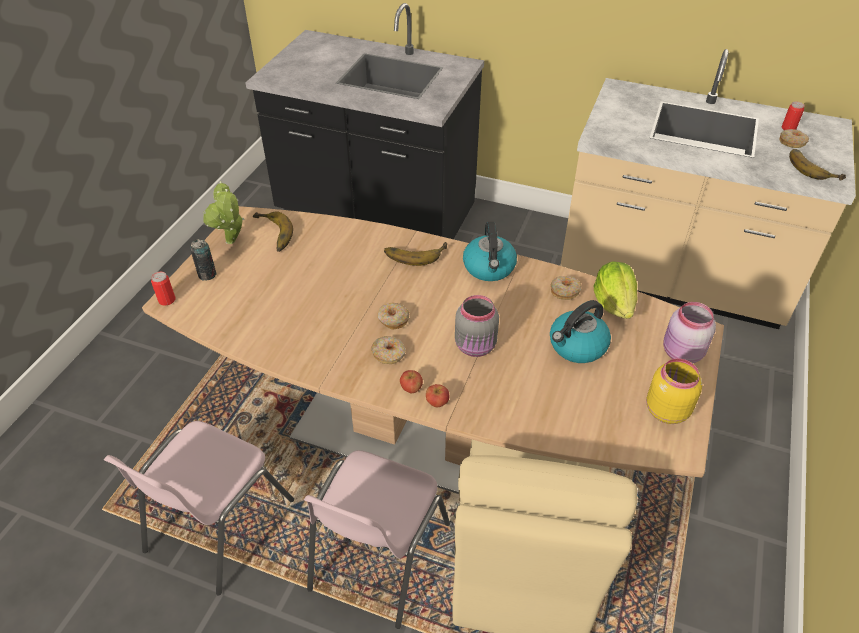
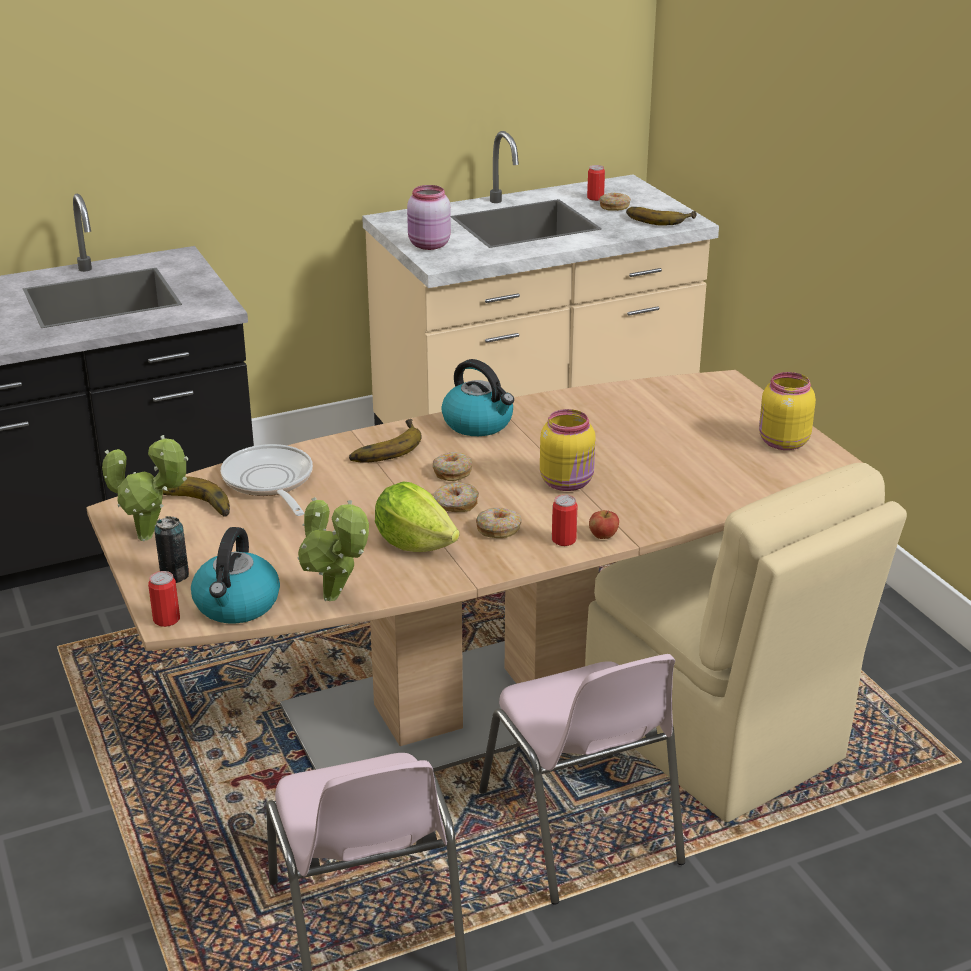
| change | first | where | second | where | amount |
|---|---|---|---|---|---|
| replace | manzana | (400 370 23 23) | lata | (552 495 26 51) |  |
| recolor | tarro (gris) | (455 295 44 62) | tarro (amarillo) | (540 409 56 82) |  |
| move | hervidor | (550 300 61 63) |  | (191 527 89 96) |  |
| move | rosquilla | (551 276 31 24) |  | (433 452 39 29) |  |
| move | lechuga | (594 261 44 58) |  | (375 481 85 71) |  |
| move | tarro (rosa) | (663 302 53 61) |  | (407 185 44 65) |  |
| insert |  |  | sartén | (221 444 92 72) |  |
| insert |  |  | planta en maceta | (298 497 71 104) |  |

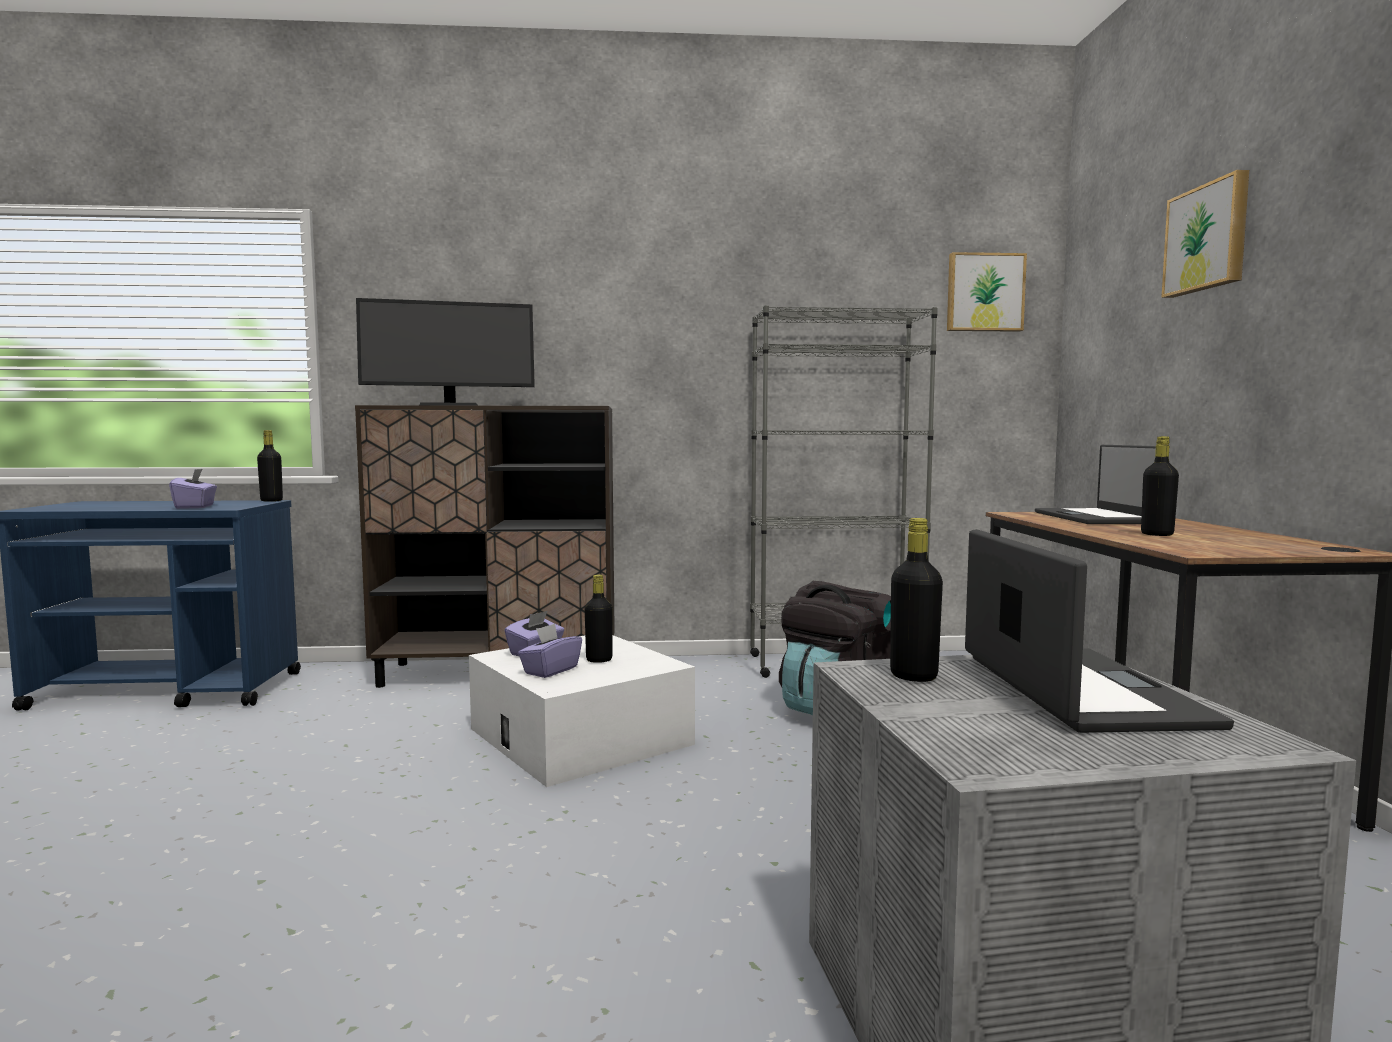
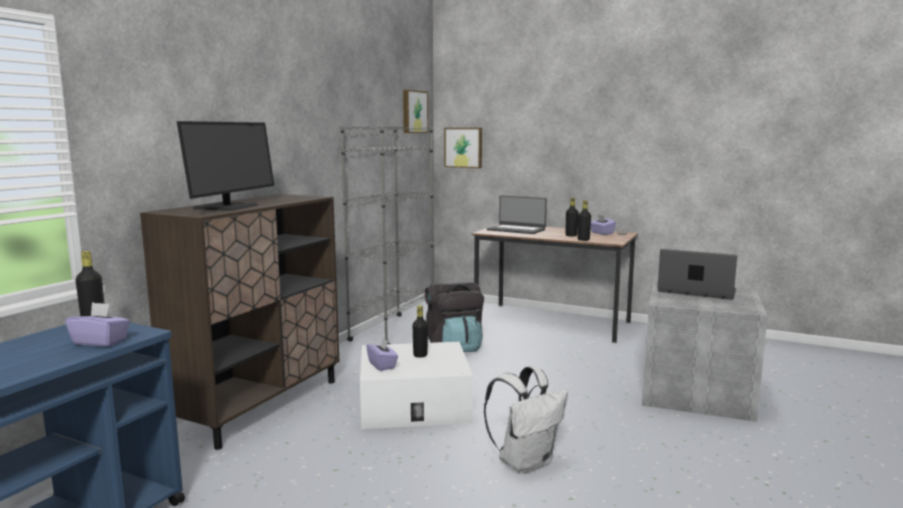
| change | first | where | second | where | amount |
|---|---|---|---|---|---|
| move | caja de pañuelos (morado) | (518 623 64 55) |  | (591 215 25 20) |  |
| move | botella (negro) | (890 518 53 164) |  | (578 200 13 41) |  |
| move | cuadro | (1161 170 88 128) |  | (444 128 38 40) |  |
| insert |  |  | mochila (blanco) | (484 366 84 108) |  |

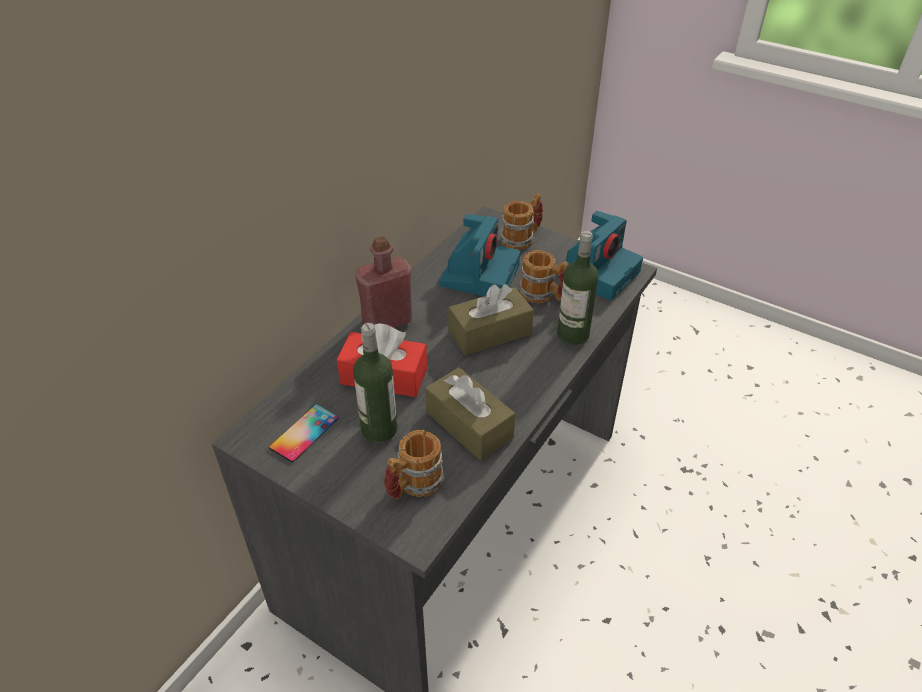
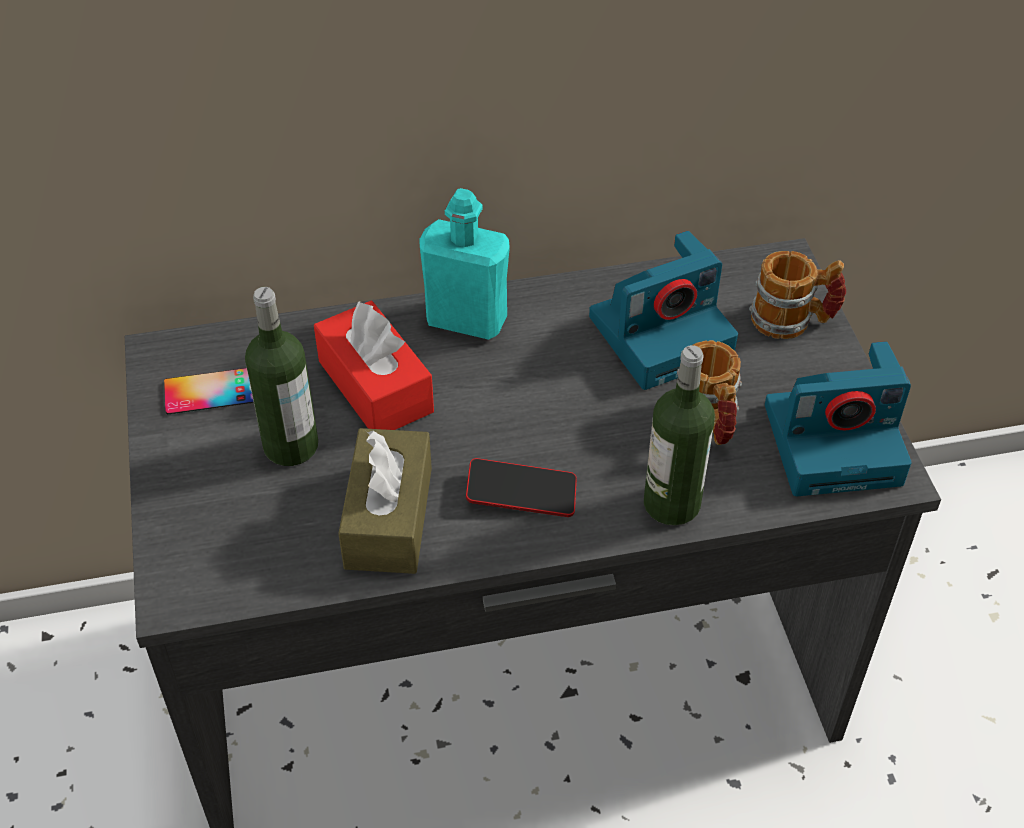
| change | first | where | second | where | amount |
|---|---|---|---|---|---|
| recolor | botella (rojo) | (355 236 57 92) | botella (turquesa) | (419 188 91 152) |  |
| delete | taza grande | (384 430 60 69) |  |  |  |
| delete | caja de pañuelos (marrón) | (448 284 86 71) |  |  |  |
| insert |  |  | móvil | (466 458 111 59) |  |

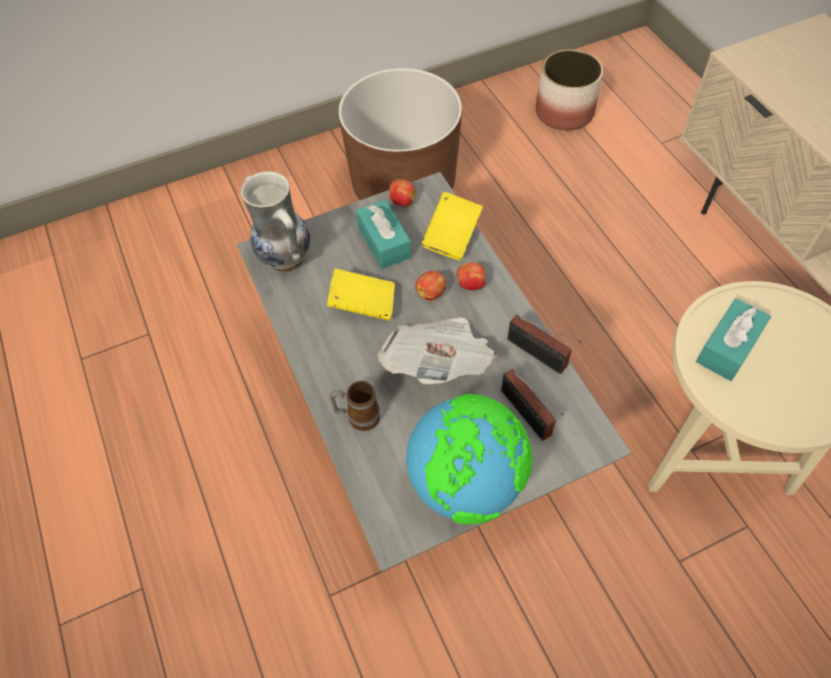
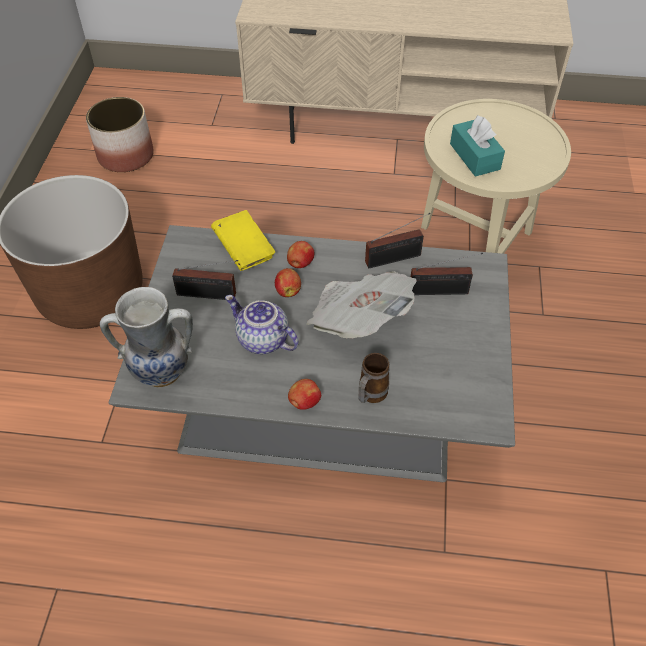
| change | first | where | second | where | amount |
|---|---|---|---|---|---|
| replace | libro (amarillo) | (327 268 68 53) | tetera | (225 295 74 59) |  |
| replace | caja de pañuelos (turquesa) | (356 200 55 69) | radio | (172 260 66 40) |  |
| move | manzana | (389 179 27 27) |  | (288 379 33 31) |  |
| delete | globo terráqueo | (406 394 127 131) |  |  |  |

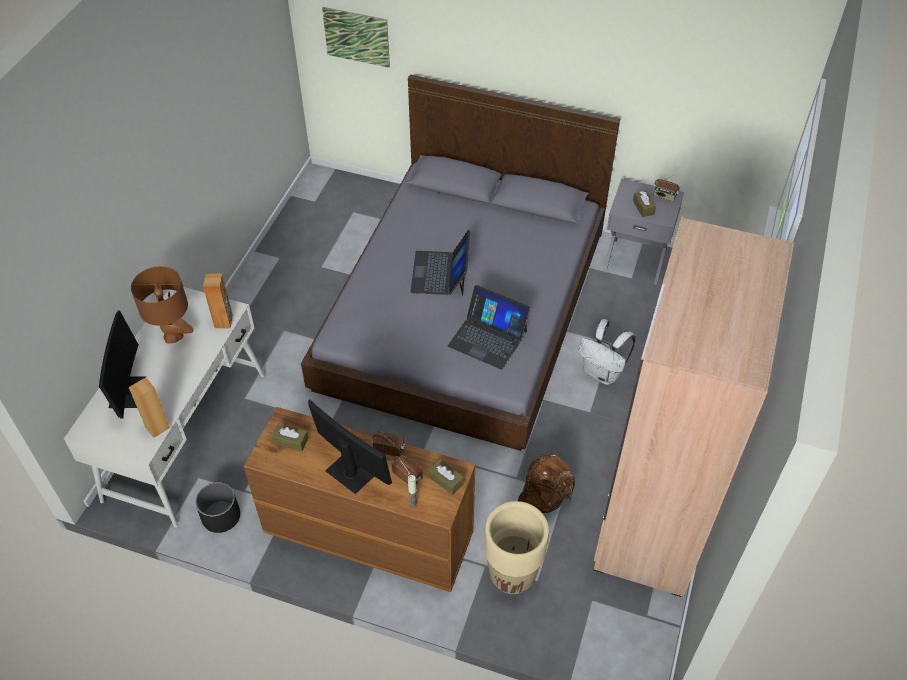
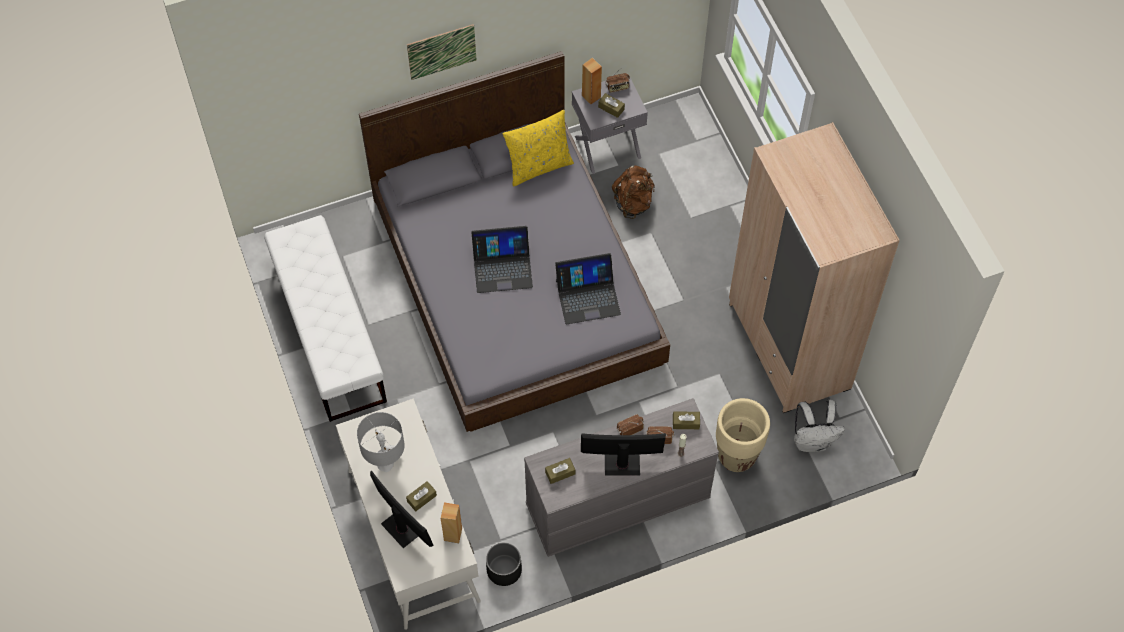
| change | first | where | second | where | amount |
|---|---|---|---|---|---|
| recolor | lámpara de mesa (marrón) | (131 266 63 78) | lámpara de mesa (gris) | (357 412 48 60) |  |
| move | altavoz (marrón) | (203 273 30 55) |  | (582 58 20 46) |  |
| recolor | cómoda (marrón) | (244 407 231 185) | cómoda (gris) | (524 398 195 159) |  |
| move | cuadro | (322 7 68 61) |  | (407 24 70 56) |  |
| rotate | portátil | (411 230 59 66) |  | (471 226 62 67) | 60 degrees counterclockwise |
| move | mochila (marrón) | (518 454 57 59) |  | (612 166 43 53) |  |
| move | mochila (blanco) | (579 319 57 66) |  | (794 399 51 53) |  |
| insert |  |  | banco (blanco) | (264 215 123 207) |  |
| insert |  |  | caja de pañuelos (marrón) | (406 481 31 30) |  |
| insert |  |  | cojín (amarillo) | (503 110 71 77) |  |

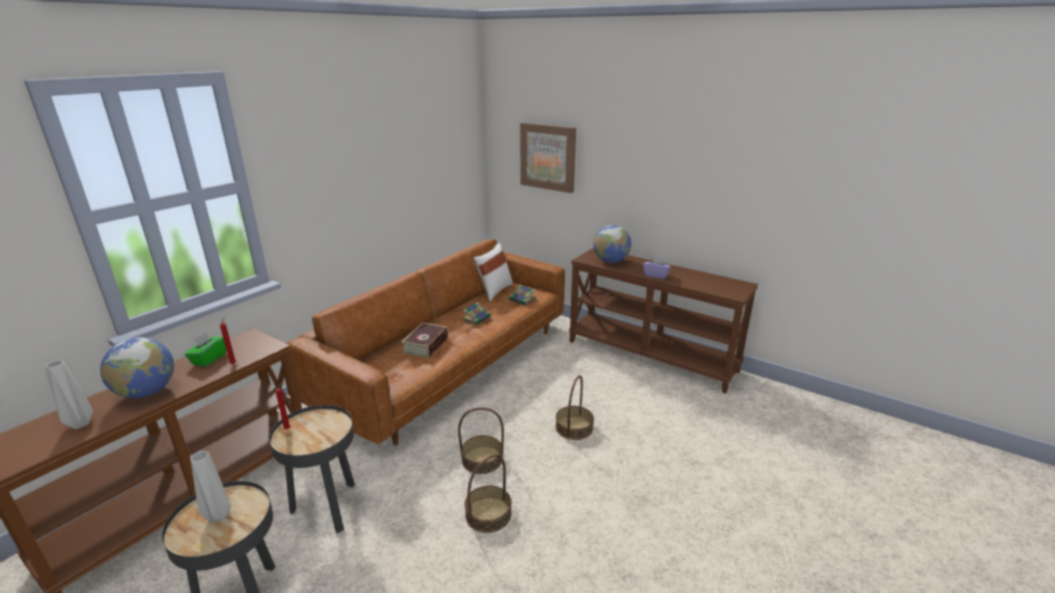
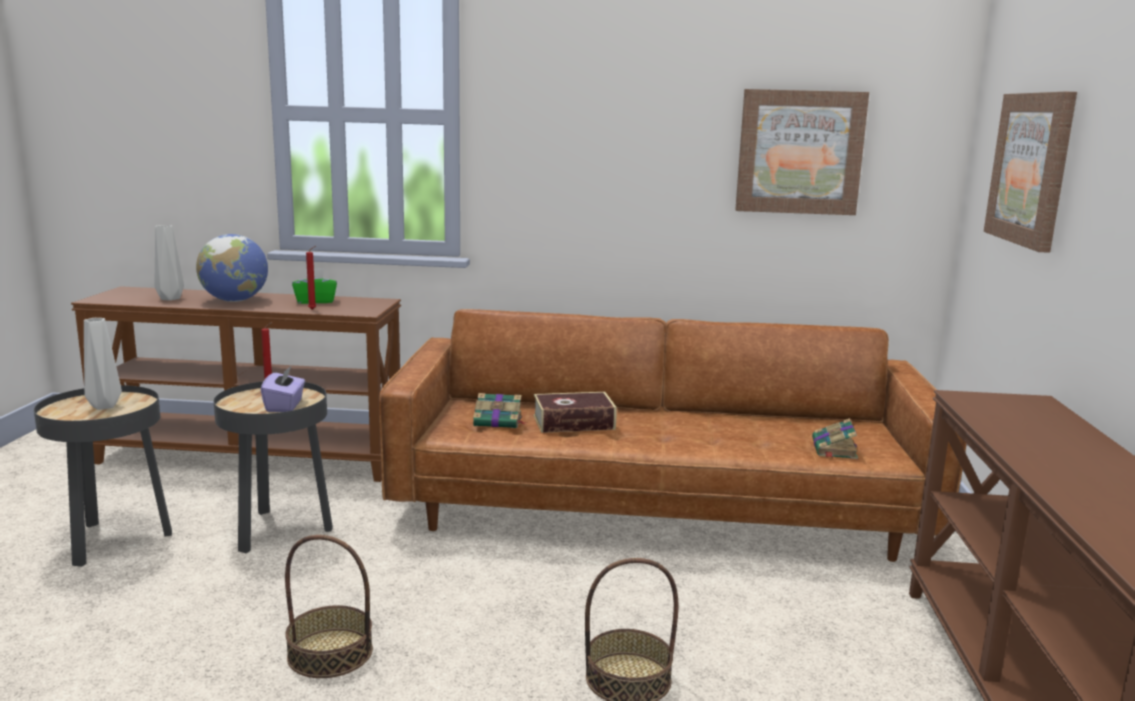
| change | first | where | second | where | amount |
|---|---|---|---|---|---|
| delete | cesta | (458 408 46 66) |  |  |  |
| move | libro | (462 302 29 23) |  | (473 393 54 35) |  |
| delete | cojín (blanco) | (474 243 39 59) |  |  |  |
| delete | globo terráqueo | (593 225 38 38) |  |  |  |
| move | caja de pañuelos (morado) | (643 256 28 23) |  | (261 365 44 47) |  |
| insert |  |  | cuadro | (735 89 134 126) |  |

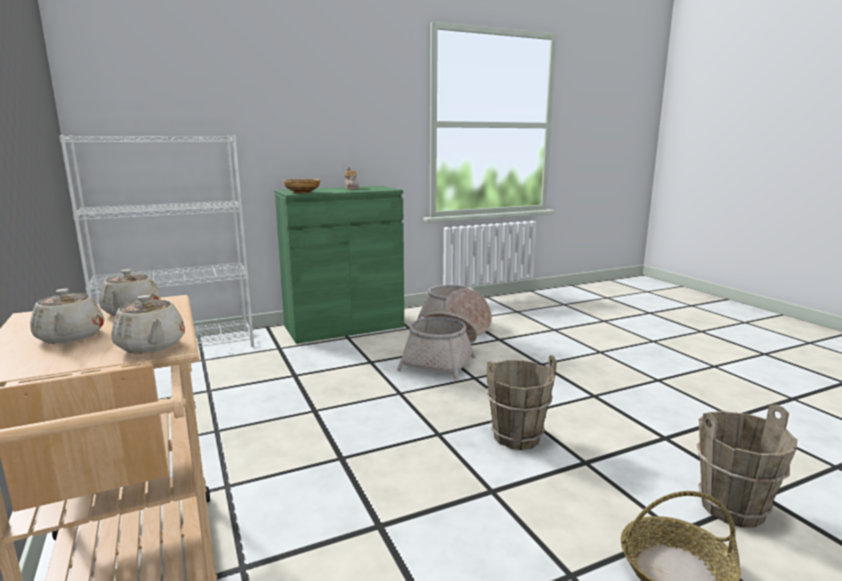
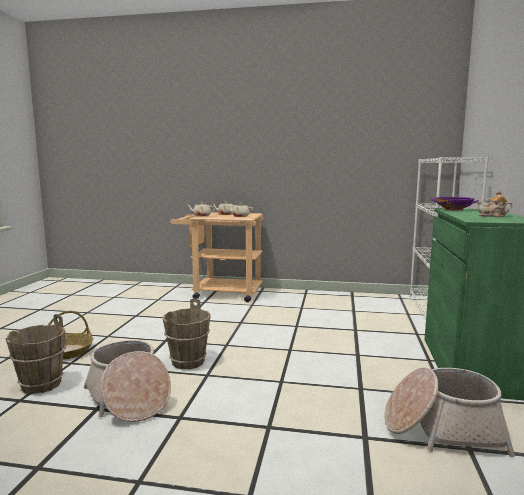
| change | first | where | second | where | amount |
|---|---|---|---|---|---|
| recolor | cuenco (beis) | (283 179 38 14) | cuenco (morado) | (432 197 47 13) |  |
| move | cesta | (397 312 80 68) |  | (84 340 87 82) |  |

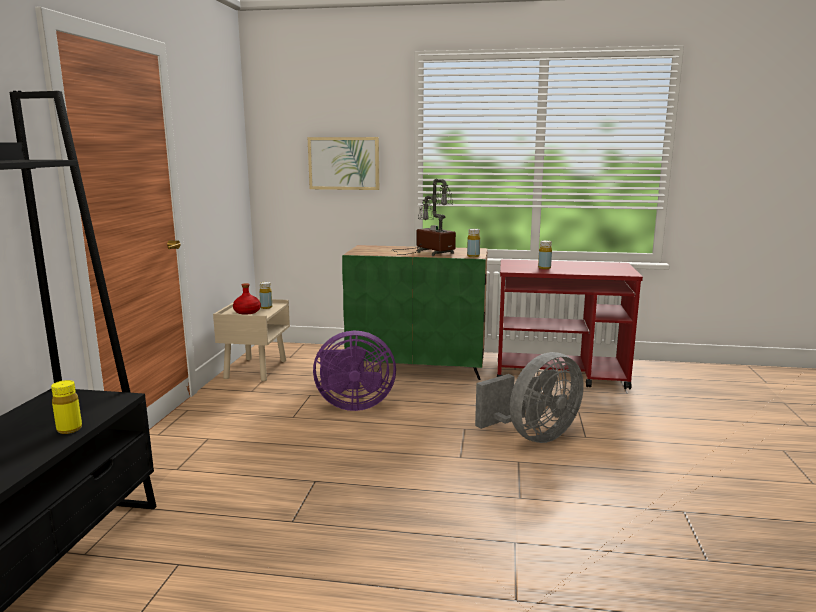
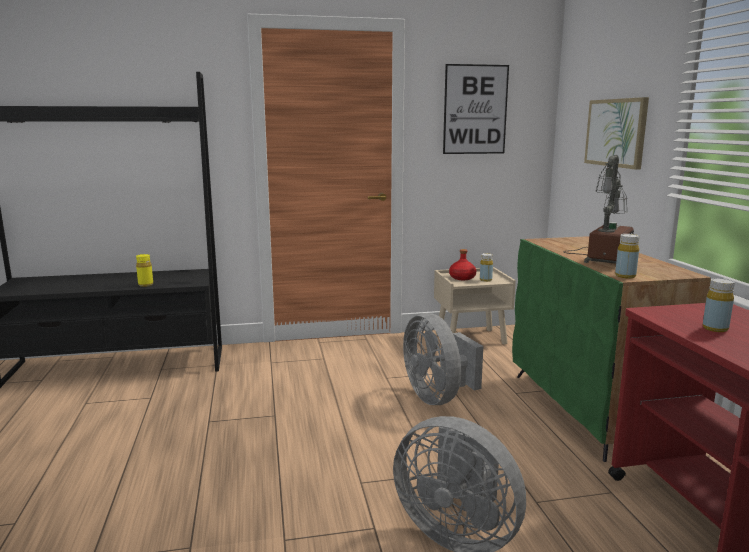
| change | first | where | second | where | amount |
|---|---|---|---|---|---|
| recolor | ventilador (morado) | (313 331 83 80) | ventilador (gris) | (403 313 80 92) |  |
| insert |  |  | cuadro | (443 64 66 90) |  |

